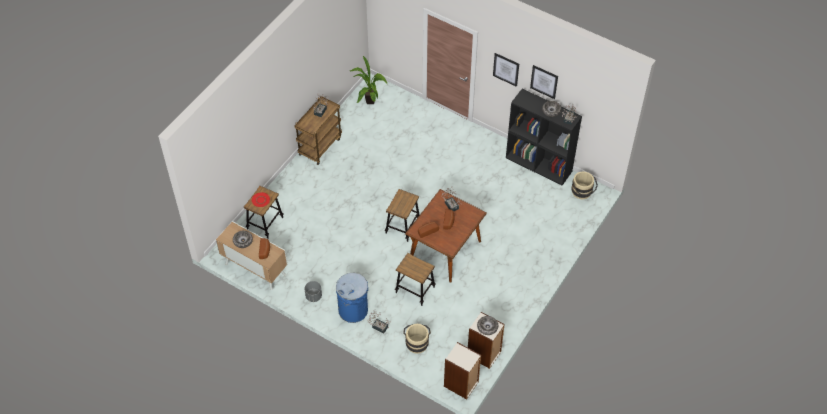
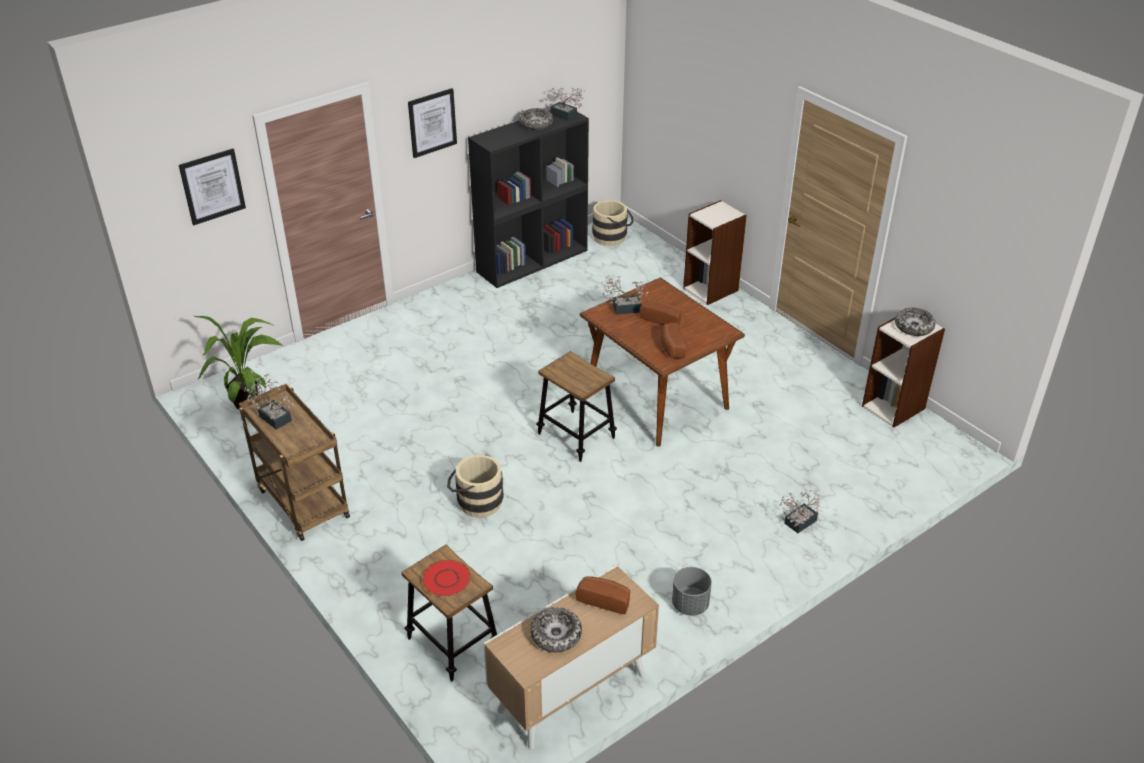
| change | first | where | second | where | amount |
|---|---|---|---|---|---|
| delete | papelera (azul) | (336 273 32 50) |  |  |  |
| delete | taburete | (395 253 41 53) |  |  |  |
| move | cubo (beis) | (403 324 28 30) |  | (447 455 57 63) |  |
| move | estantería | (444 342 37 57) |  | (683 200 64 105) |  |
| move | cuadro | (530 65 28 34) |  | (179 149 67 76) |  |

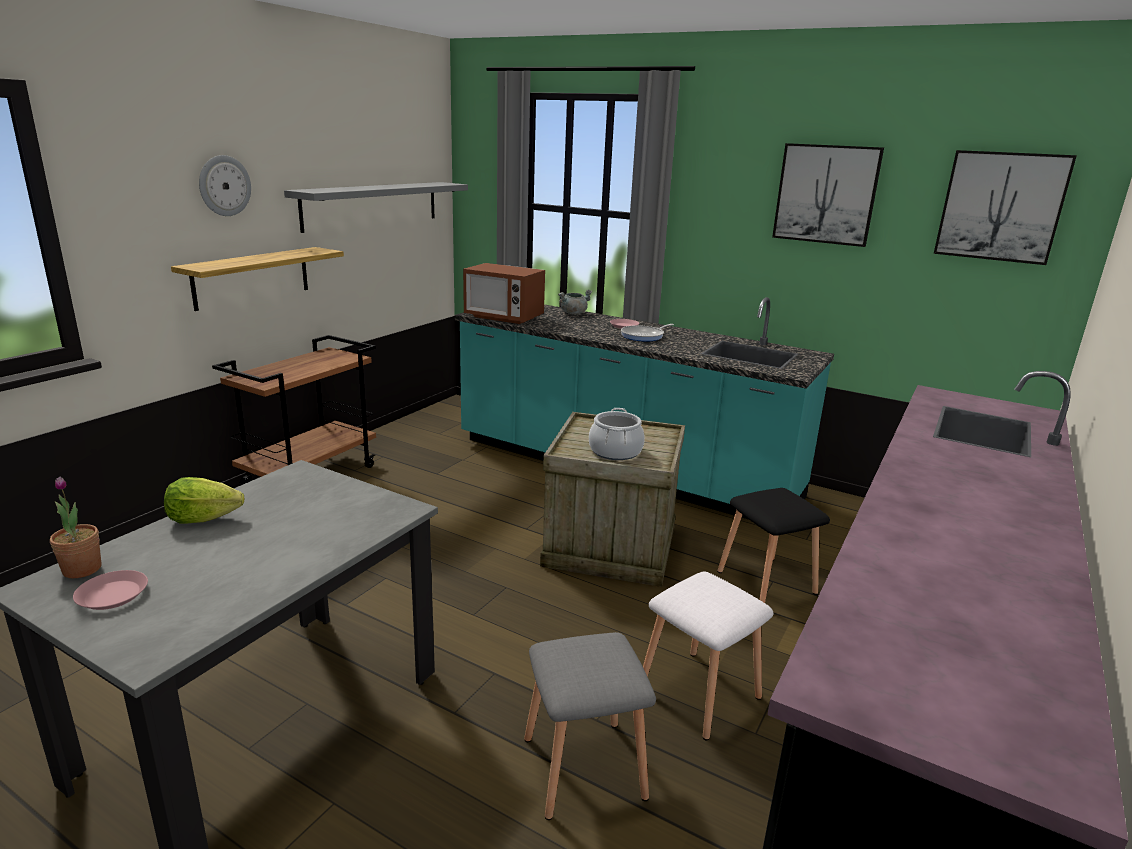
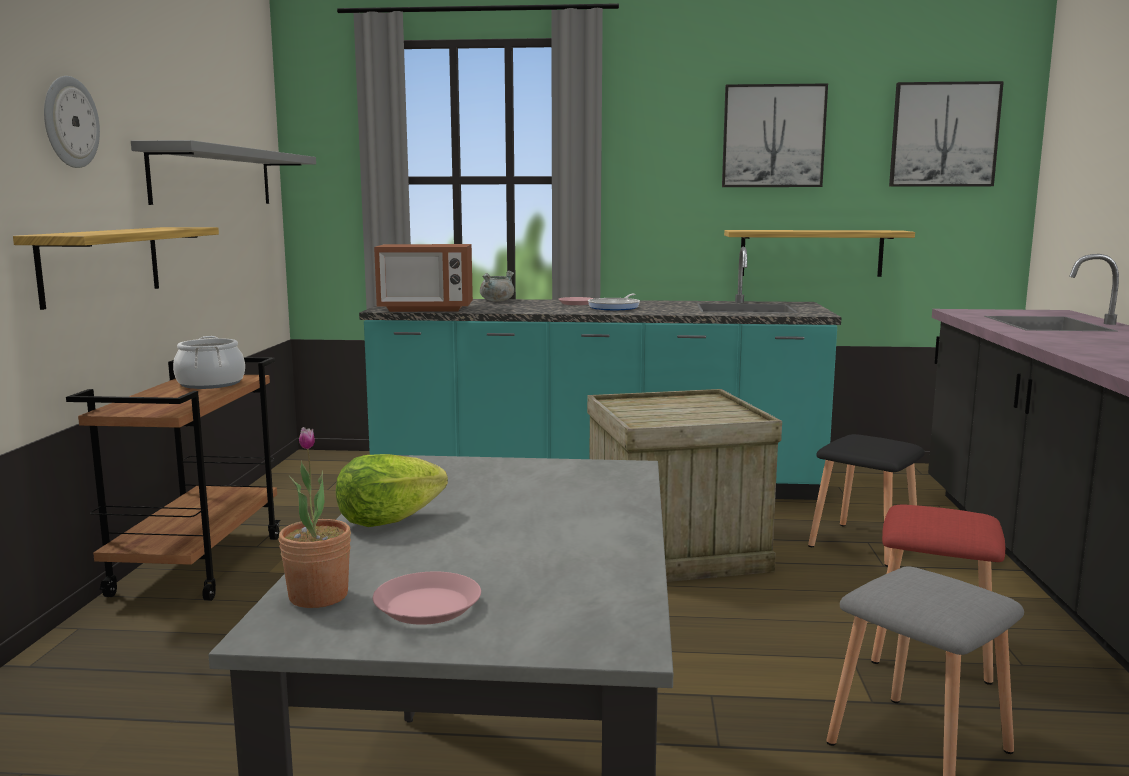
| change | first | where | second | where | amount |
|---|---|---|---|---|---|
| move | olla | (589 408 56 52) |  | (173 336 72 53) |  |
| recolor | taburete (blanco) | (643 572 130 168) | taburete (rojo) | (871 504 134 181) |  |
| insert |  |  | estante | (724 230 191 47) |  |

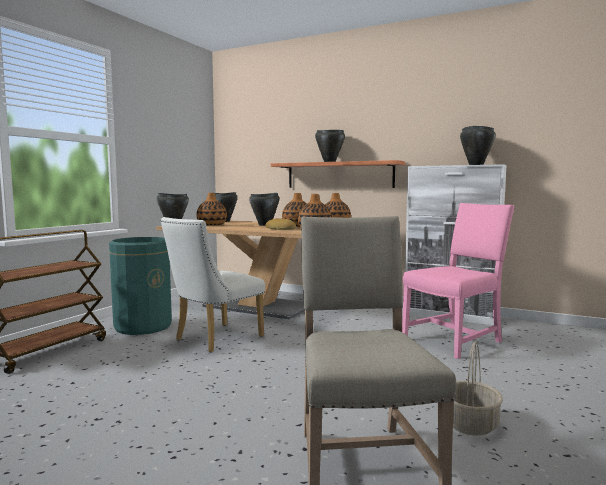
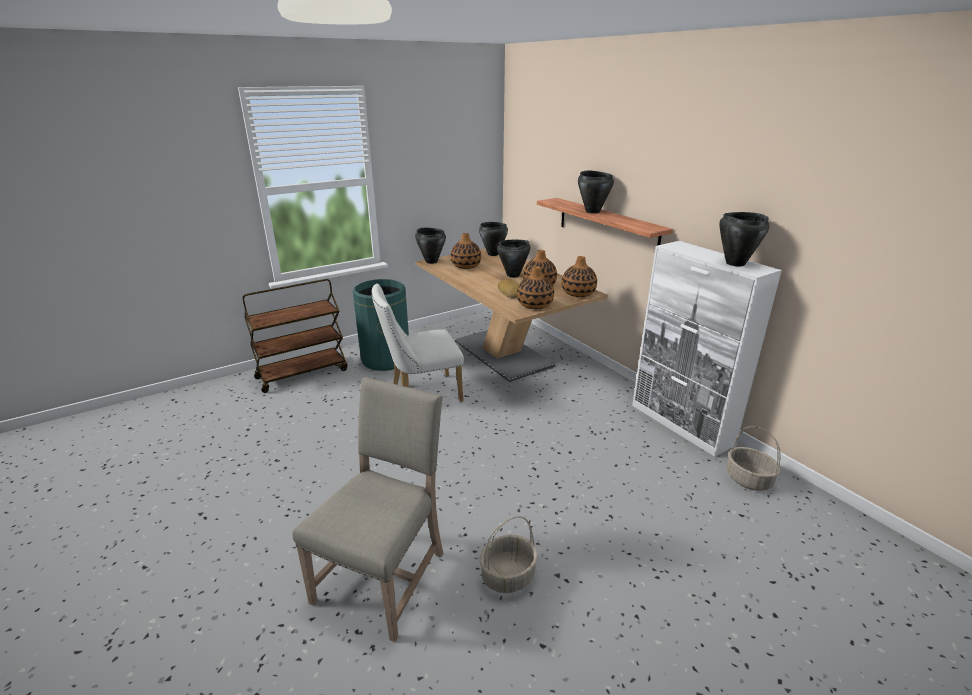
| change | first | where | second | where | amount |
|---|---|---|---|---|---|
| delete | silla (rosa) | (402 203 112 156) |  |  |  |
| insert |  |  | cesta | (727 426 54 65) |  |

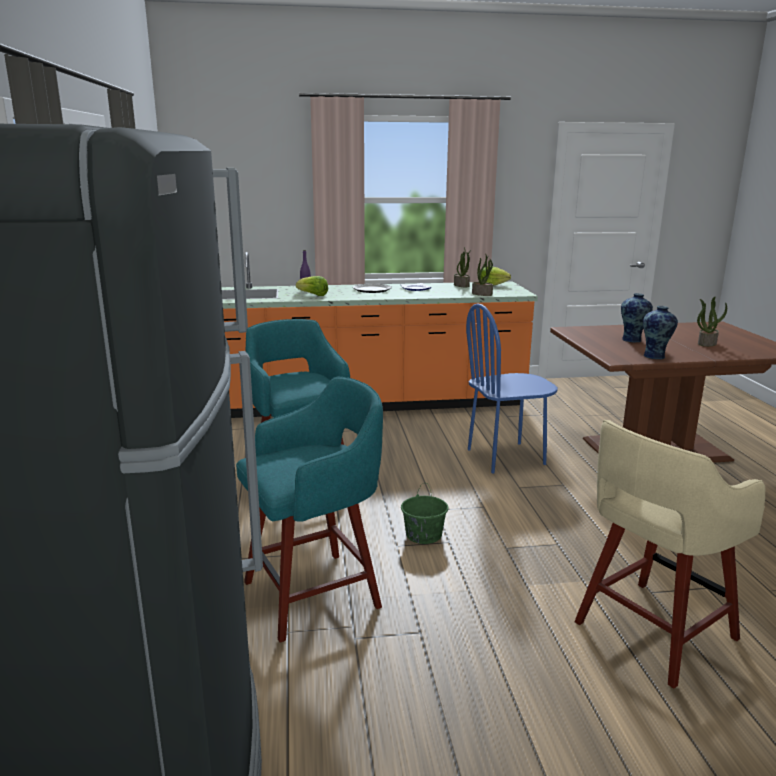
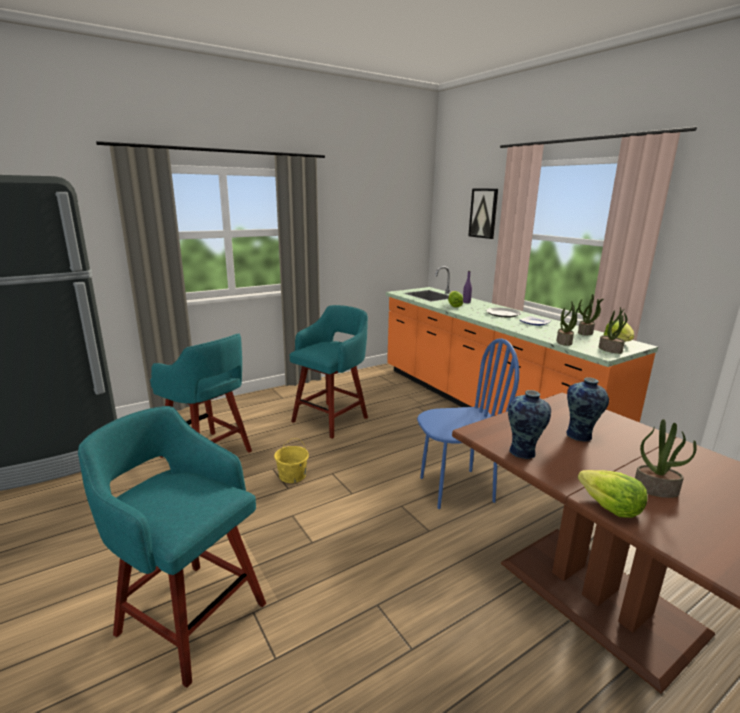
| change | first | where | second | where | amount |
|---|---|---|---|---|---|
| recolor | cubo (verde) | (401 483 47 61) | cubo (amarillo) | (274 438 35 45) |  |
| rotate | silla (azul) | (466 303 92 170) |  | (417 338 102 171) | 120 degrees clockwise |
| recolor | taburete (beis) | (575 420 190 269) | taburete (turquesa) | (78 406 188 282) |  |
| insert |  |  | cuadro | (468 189 30 50) |  |
| insert |  |  | lechuga | (578 470 70 48) |  |
| insert |  |  | planta en maceta | (599 307 29 47) |  |

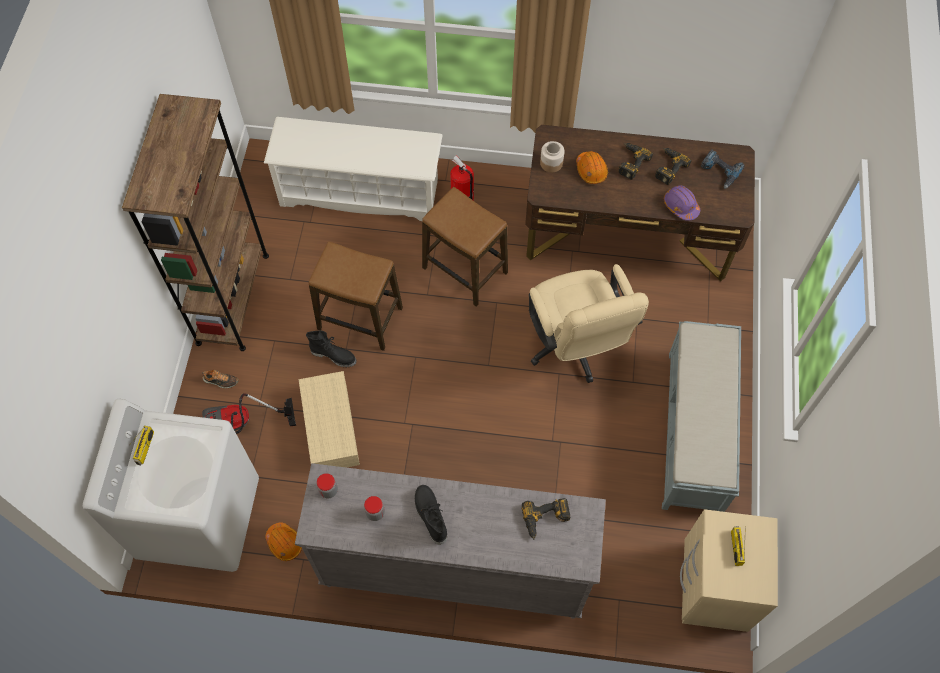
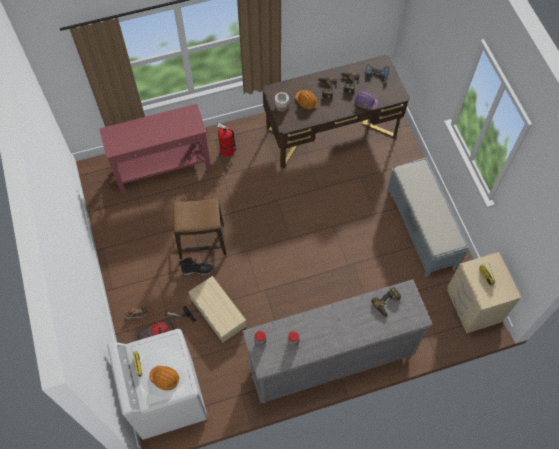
| change | first | where | second | where | amount |
|---|---|---|---|---|---|
| delete | estantería (marrón) | (122 94 147 257) |  |  |  |
| replace | zapatero (blanco) | (264 117 179 104) | mesa consola (rojo) | (99 104 112 89) |  |
| move | casco (naranja) | (265 522 37 39) |  | (149 366 30 24) |  |
| delete | bota (negro) | (415 485 32 60) |  |  |  |
| delete | taburete | (422 187 86 120) |  |  |  |
| delete | silla de oficina (beis) | (529 264 120 119) |  |  |  |

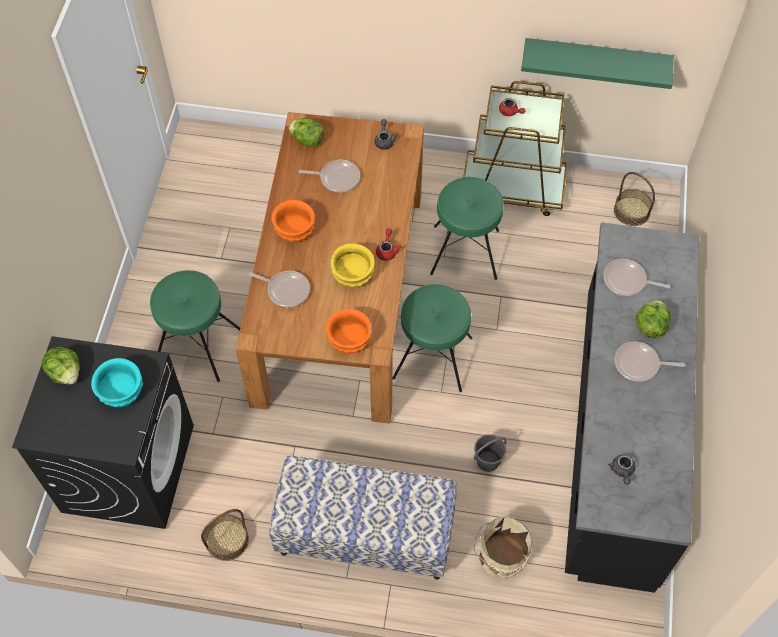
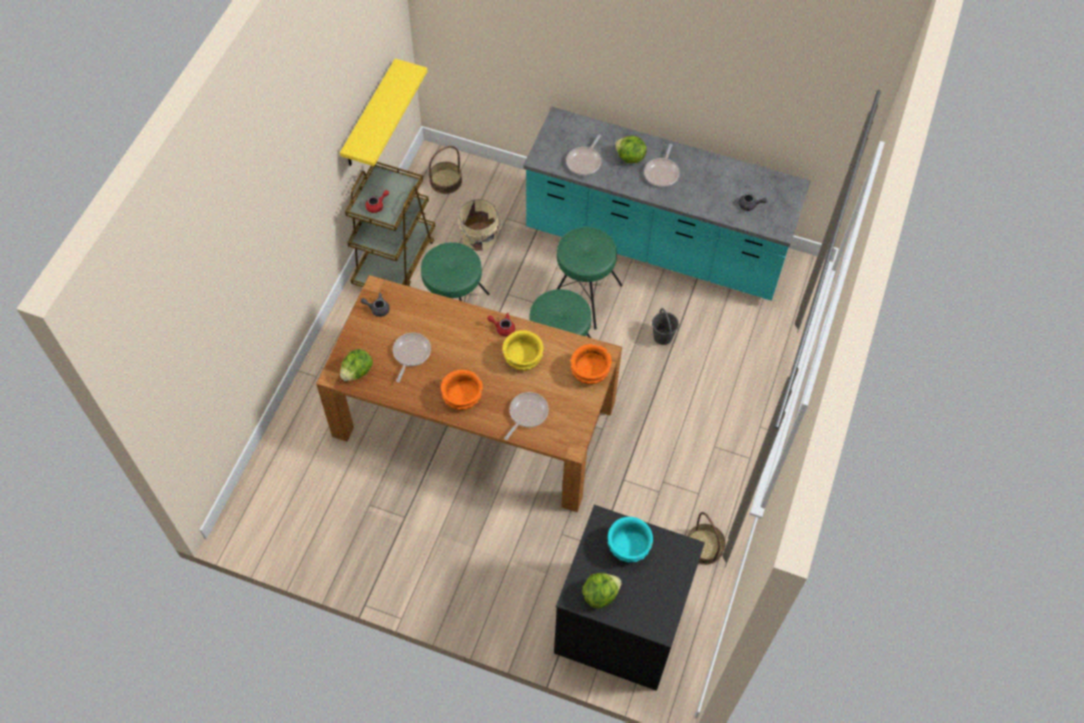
| change | first | where | second | where | amount |
|---|---|---|---|---|---|
| move | taburete (verde) | (150 270 90 112) |  | (557 227 66 103) |  |
| delete | banco | (269 456 188 124) |  |  |  |
| move | cubo (beis) | (474 516 59 64) |  | (458 199 44 52) |  |
| recolor | estante (verde) | (521 38 153 51) | estante (amarillo) | (340 59 87 107) |  |
| recolor | mueble bajo de cocina (negro) | (565 222 134 371) | mueble bajo de cocina (turquesa) | (524 107 287 194) |  |

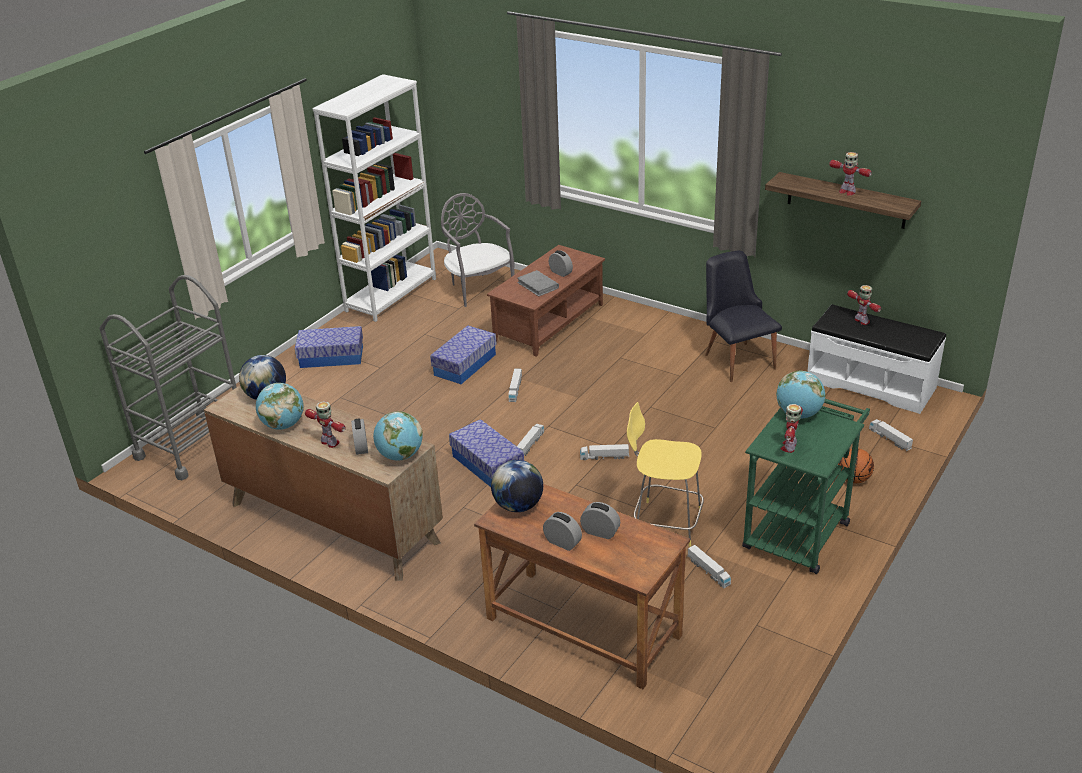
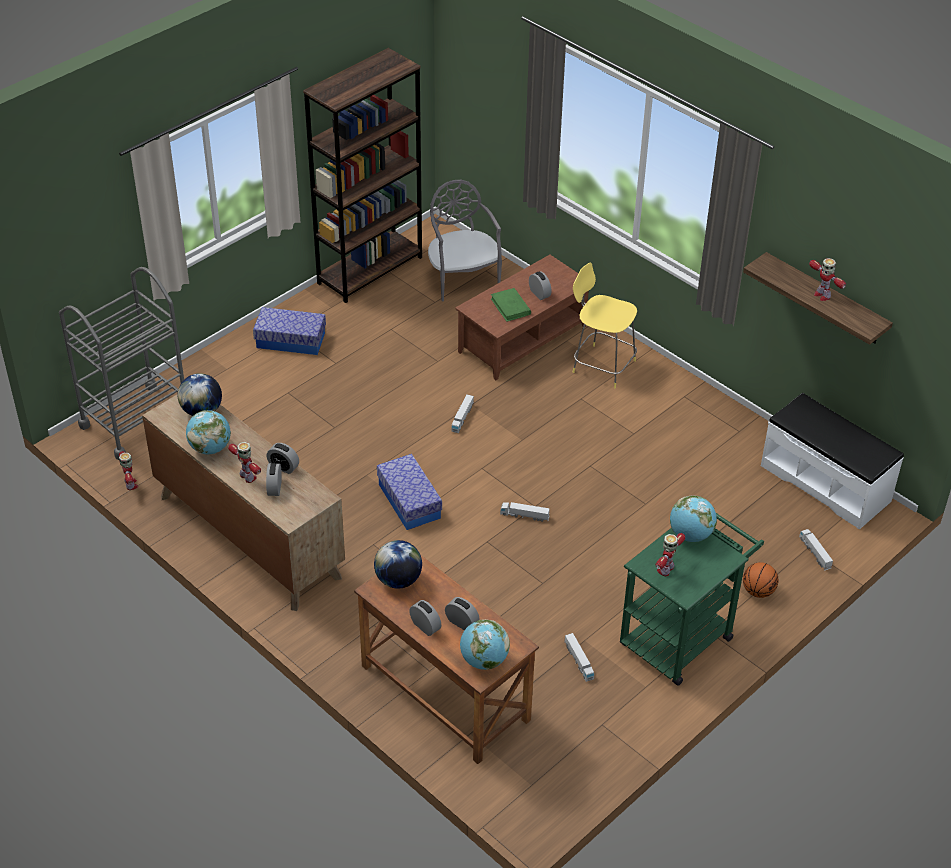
| change | first | where | second | where | amount |
|---|---|---|---|---|---|
| recolor | estantería (blanco) | (312 74 124 248) | estantería (marrón) | (303 48 119 255) |  |
| move | globo terráqueo | (373 411 50 50) |  | (460 619 50 51) |  |
| delete | caja de almacenaje | (430 325 66 59) |  |  |  |
| recolor | libro (gris) | (517 270 42 27) | libro (verde) | (491 288 40 34) |  |
| delete | camión de juguete | (517 424 27 32) |  |  |  |
| move | taburete (amarillo) | (627 402 77 145) |  | (573 262 64 126) |  |
| delete | silla (negro) | (705 250 77 132) |  |  |  |
| move | robot de juguete | (847 285 34 40) |  | (119 451 19 39) |  |
| insert |  |  | despertador | (267 443 32 31) |  |

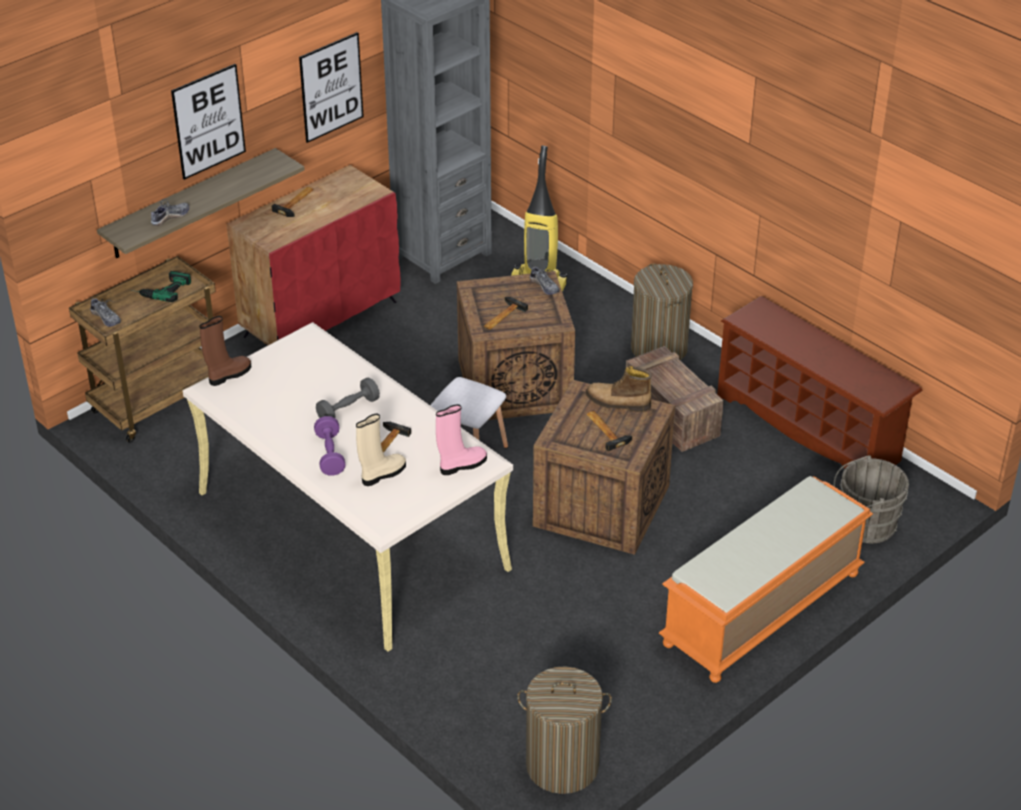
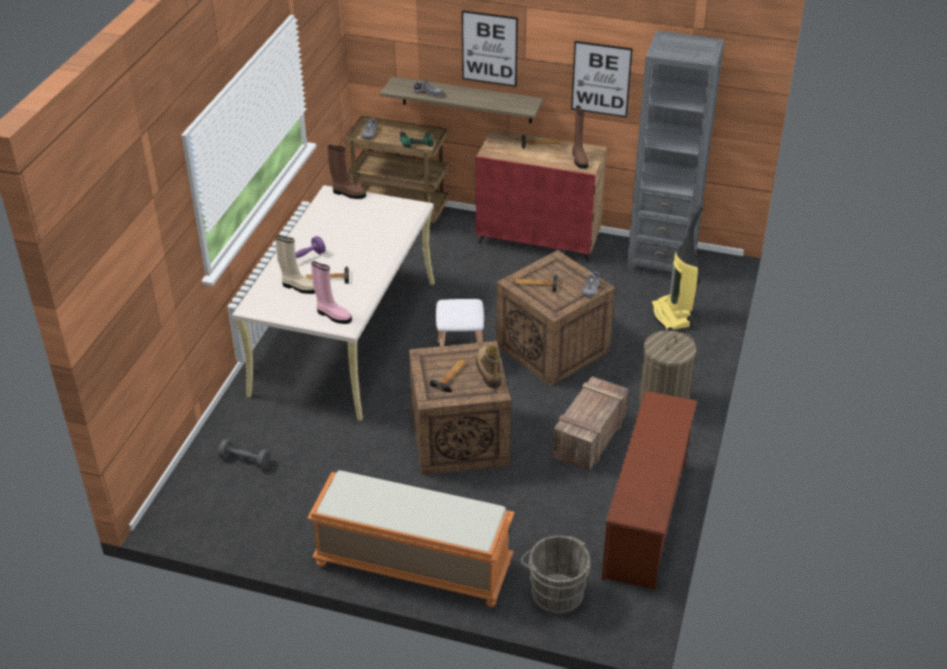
| change | first | where | second | where | amount |
|---|---|---|---|---|---|
| move | mancuerna (gris) | (316 378 64 40) |  | (218 439 52 30) |  |
| delete | cesto de la ropa | (517 666 95 128) |  |  |  |
| insert |  |  | bota (marrón) | (573 106 16 63) |  |

